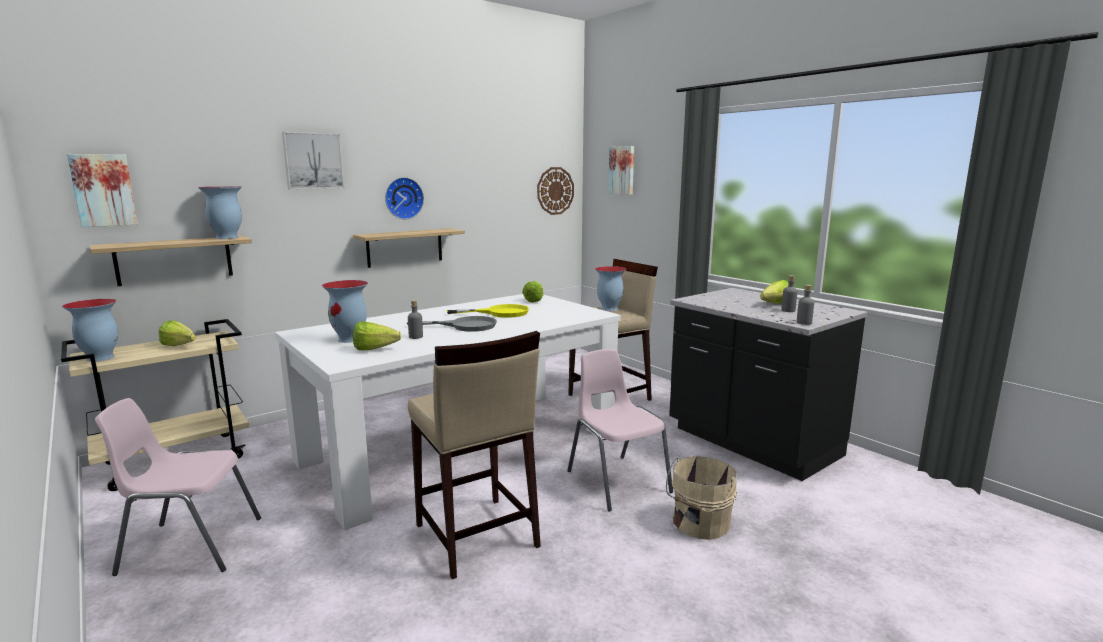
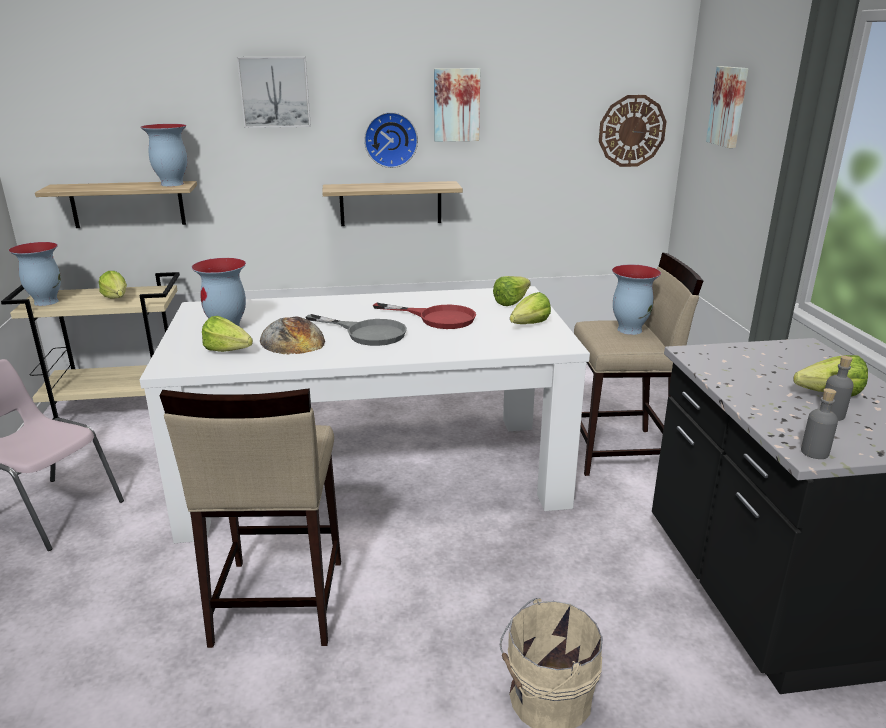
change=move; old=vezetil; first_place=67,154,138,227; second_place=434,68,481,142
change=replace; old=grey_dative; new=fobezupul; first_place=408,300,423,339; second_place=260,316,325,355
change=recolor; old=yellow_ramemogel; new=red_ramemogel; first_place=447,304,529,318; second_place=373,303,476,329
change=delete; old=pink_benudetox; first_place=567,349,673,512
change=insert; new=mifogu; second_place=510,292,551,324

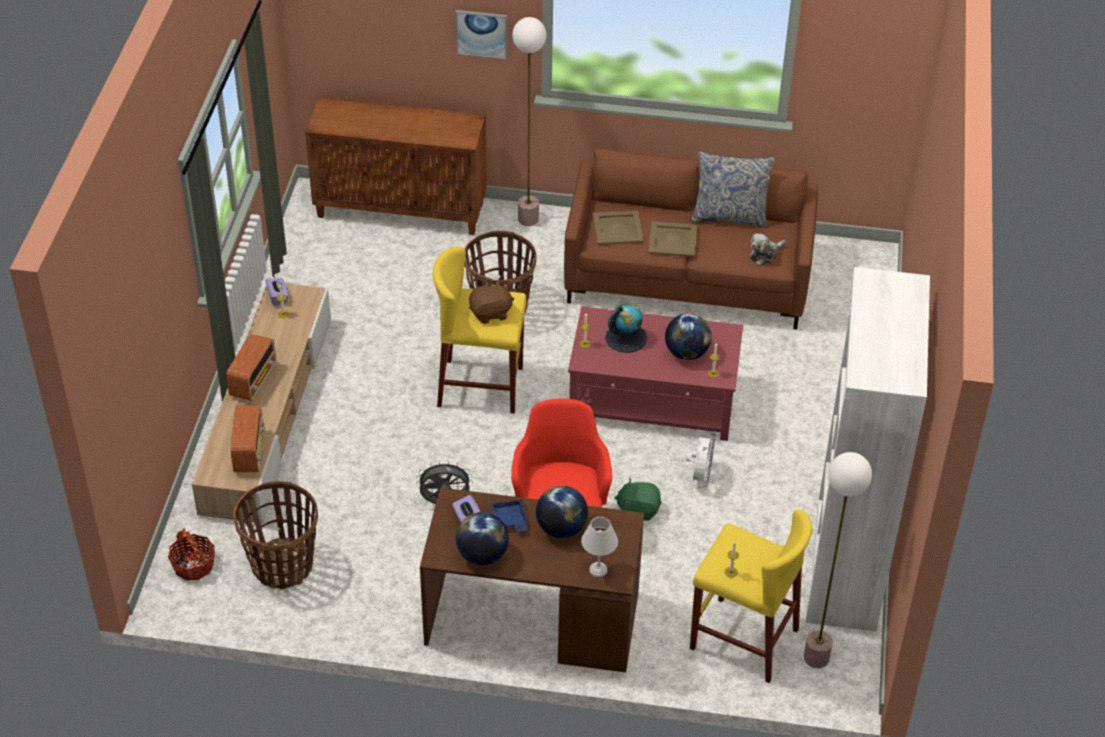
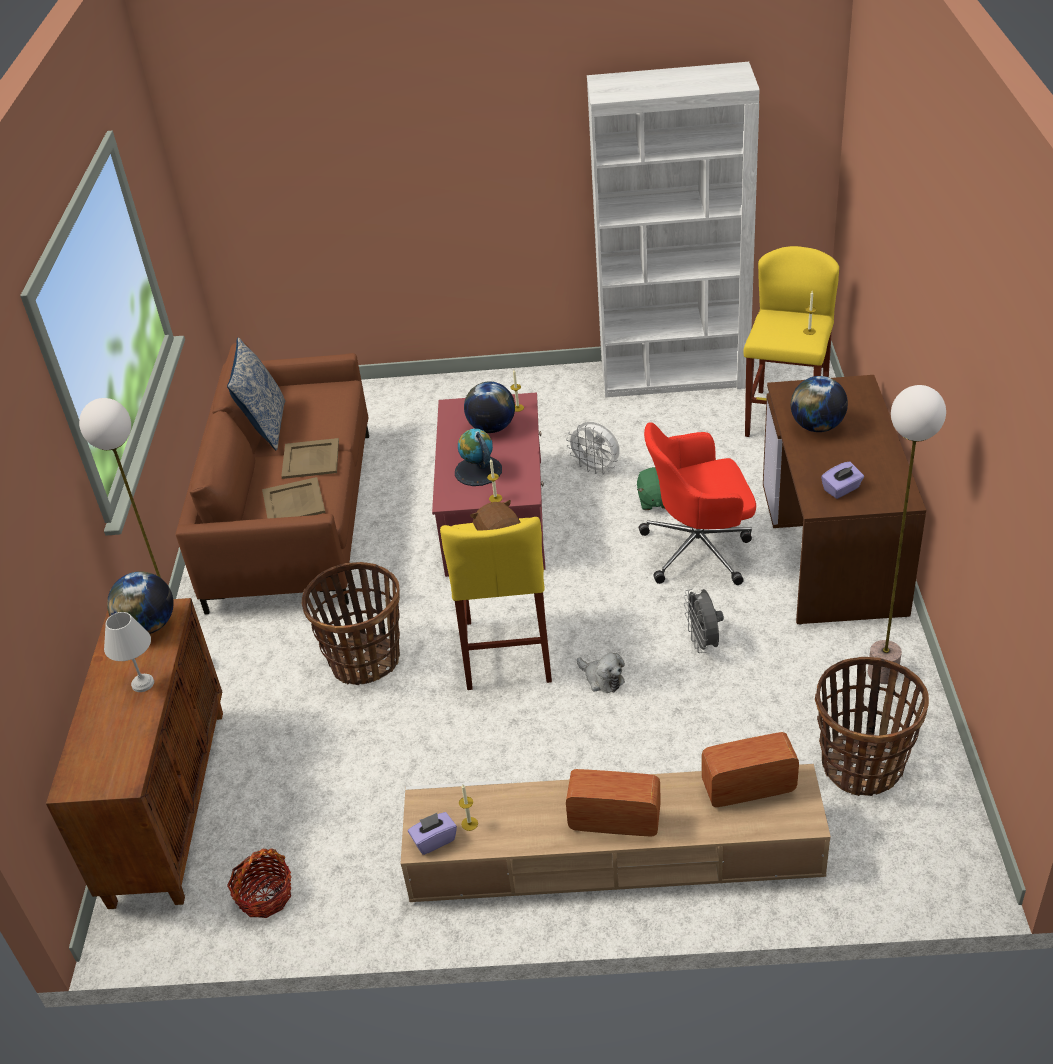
change=delete; old=vezetil; first_place=456,10,507,59
change=move; old=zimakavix; first_place=750,233,786,266; second_place=577,653,625,693
change=rotate; old=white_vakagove; first_place=686,434,715,487; second_place=566,422,620,474; degrees=-150
change=move; old=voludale; first_place=804,452,872,668; second_place=868,385,946,684
change=delete; old=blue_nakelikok; first_place=491,497,528,532
change=move; old=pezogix; first_place=456,512,509,565; second_place=107,571,174,634
change=move; old=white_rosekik; first_place=581,517,618,577; second_place=104,612,154,692
change=move; old=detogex; first_place=168,529,215,580; second_place=227,848,291,918

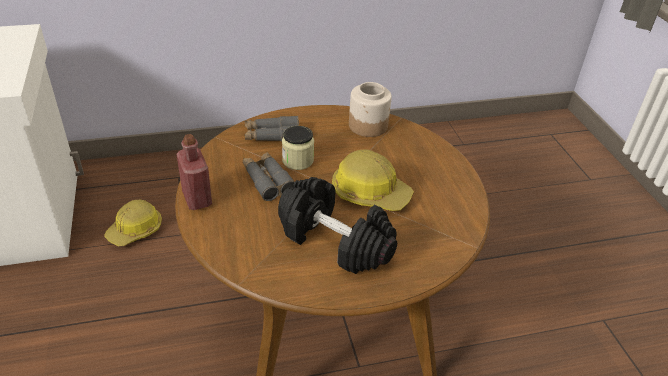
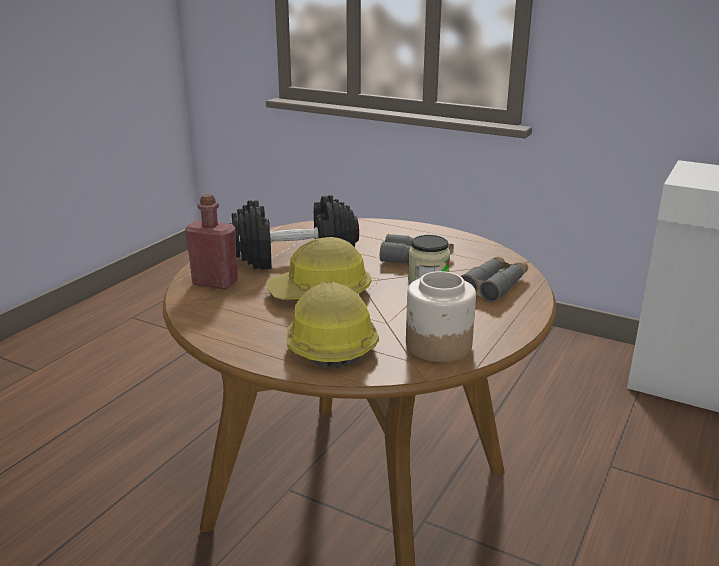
change=move; old=red_dative; first_place=176,134,212,210; second_place=185,194,238,289
change=move; old=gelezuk; first_place=104,200,162,247; second_place=287,282,379,368

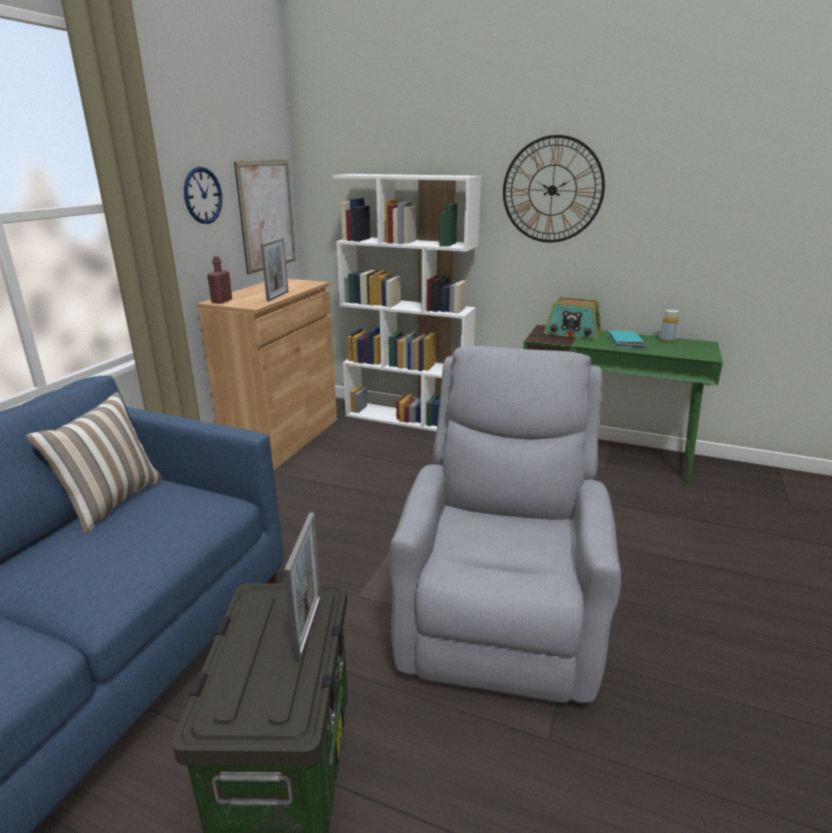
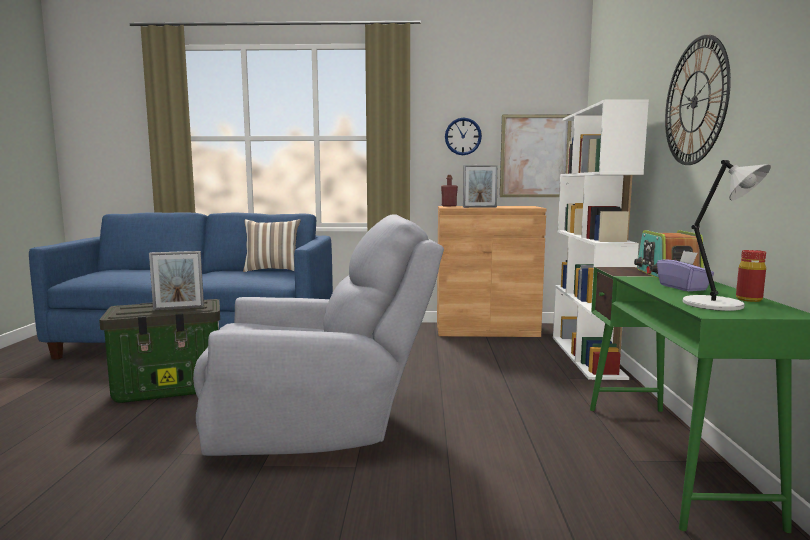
change=recolor; old=yellow_dative; new=red_dative; first_place=660,309,679,342; second_place=736,250,766,302
change=replace; old=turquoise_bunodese; new=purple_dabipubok; first_place=608,330,647,349; second_place=657,251,714,291
change=insert; new=grey_rosekik; second_place=683,160,771,311

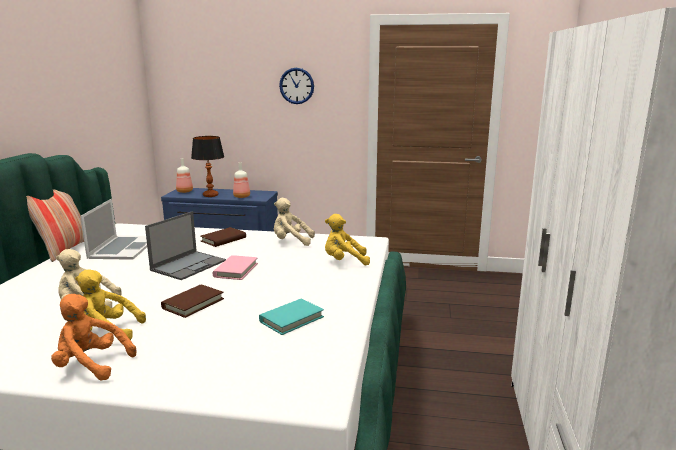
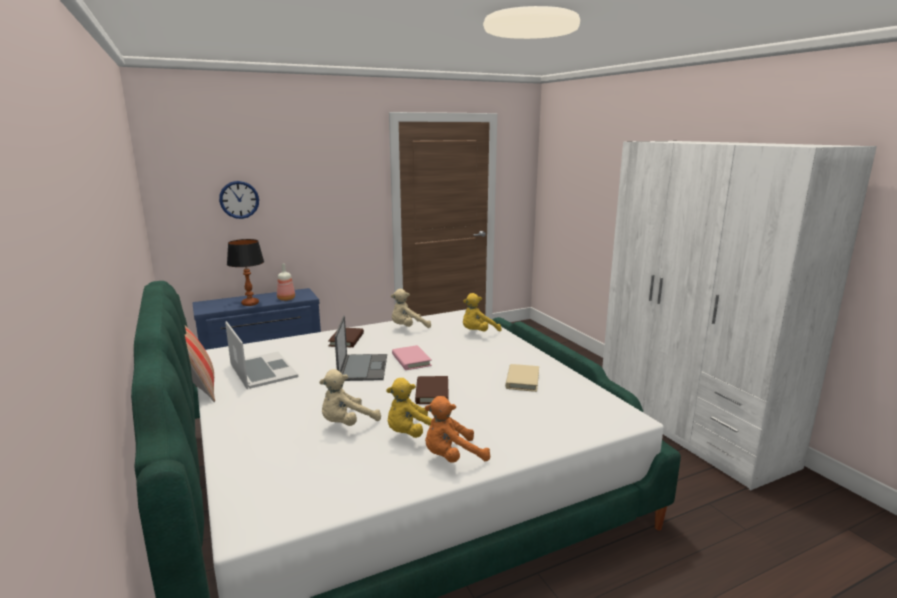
change=move; old=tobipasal; first_place=279,68,314,104; second_place=219,181,259,219
change=delete; old=dative; first_place=176,158,193,193
change=recolor; old=turquoise_bunodese; new=beige_bunodese; first_place=259,299,324,335; second_place=505,364,539,392

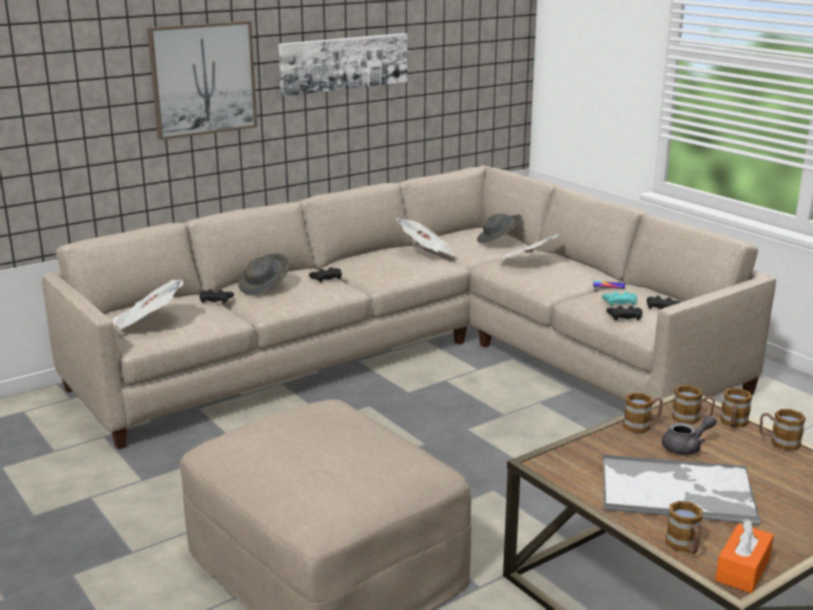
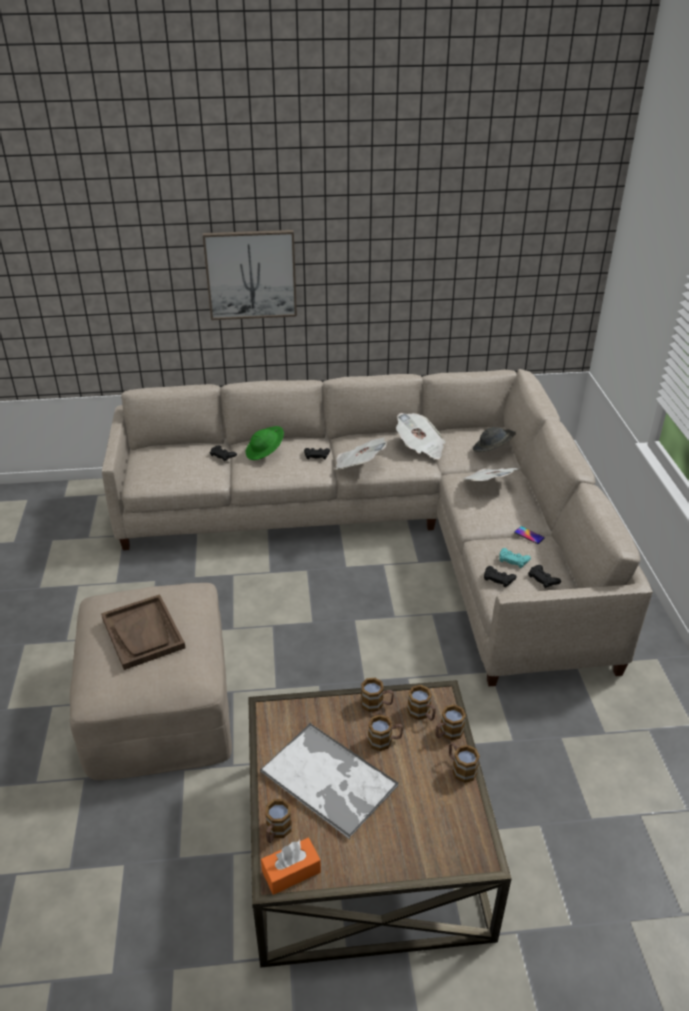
change=delete; old=vezetil; first_place=278,33,407,96
change=recolor; old=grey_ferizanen; new=green_ferizanen; first_place=238,253,289,295; second_place=246,426,284,460
change=move; old=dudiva; first_place=112,279,183,331; second_place=335,438,387,470
change=replace; old=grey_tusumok; new=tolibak; first_place=662,415,716,455; second_place=368,714,403,751
change=insert; new=brown_nakelikok; second_place=101,594,185,670

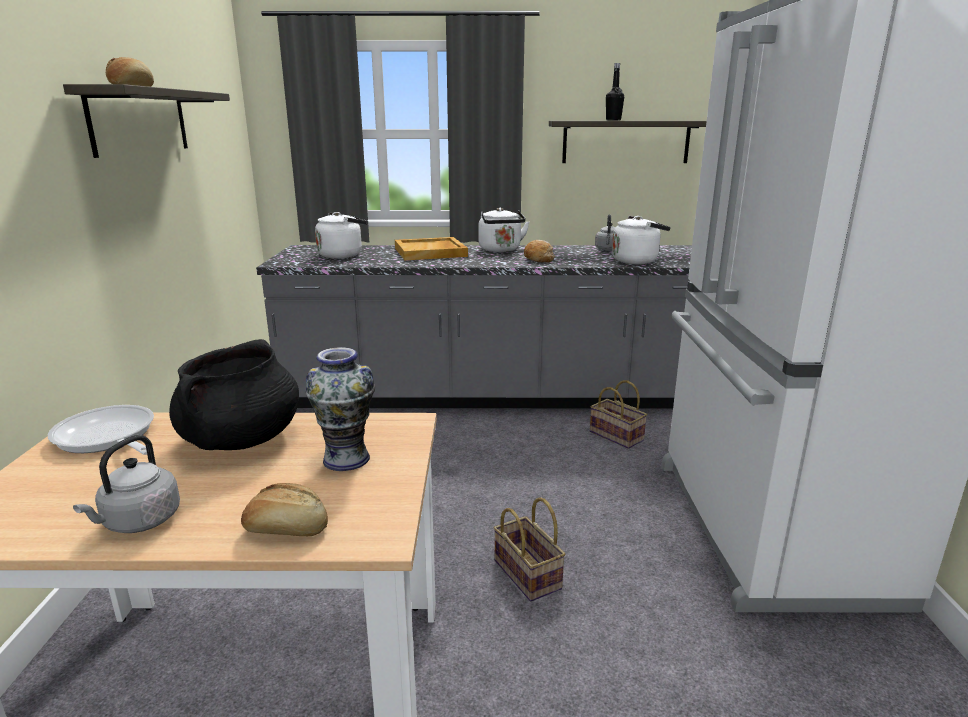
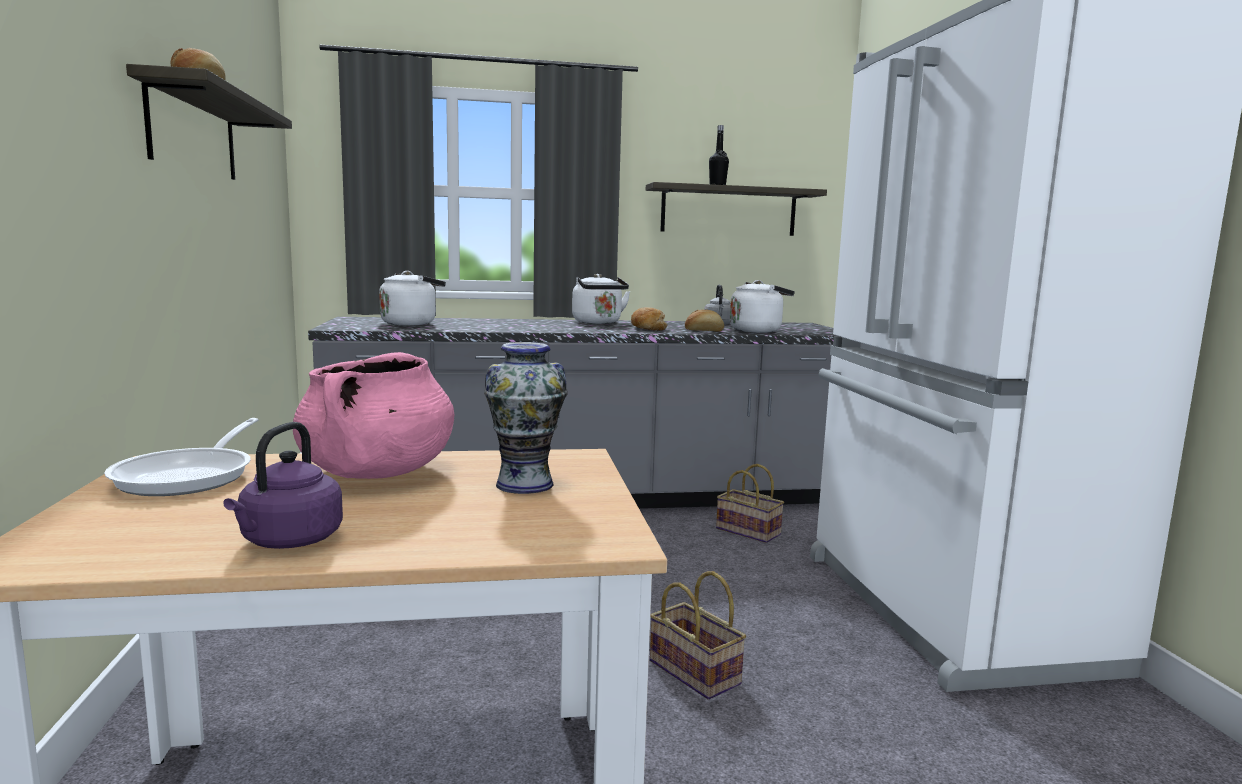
change=delete; old=beige_nakelikok; first_place=395,237,468,260
change=recolor; old=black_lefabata; new=pink_lefabata; first_place=169,339,299,450; second_place=293,352,454,479
change=rotate; old=ramemogel; first_place=48,405,154,455; second_place=104,418,259,496; degrees=-120
change=recolor; old=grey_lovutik; new=purple_lovutik; first_place=73,435,180,533; second_place=223,422,343,549
change=move; old=fobezupul; first_place=241,483,328,536; second_place=685,310,724,332

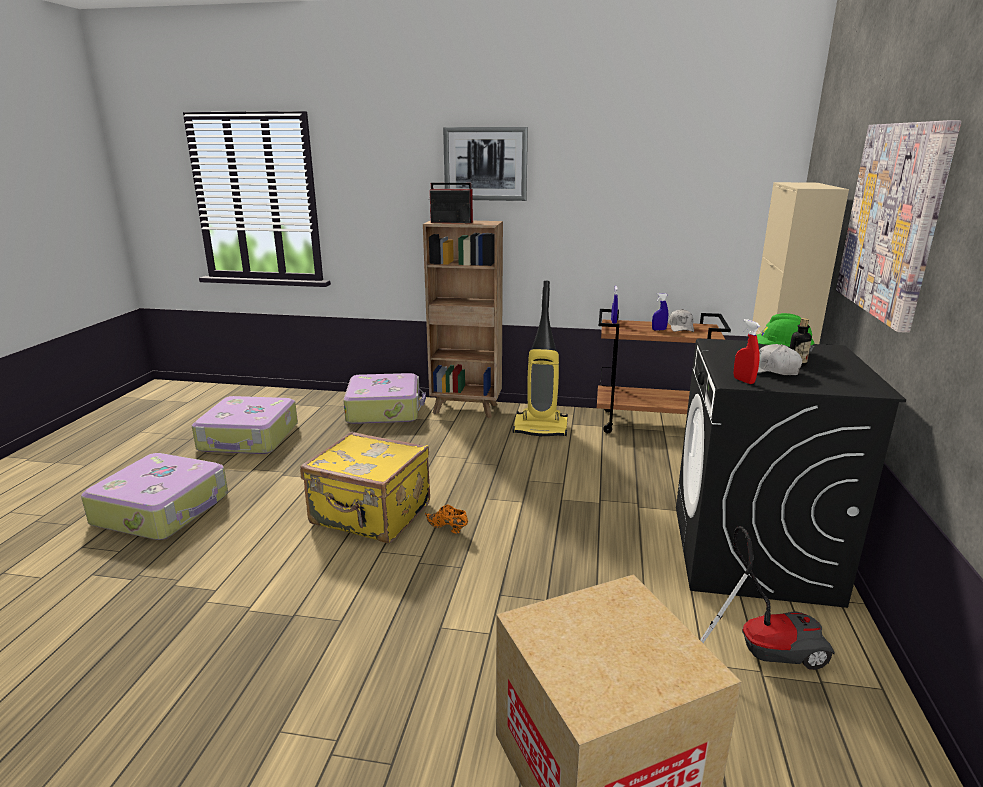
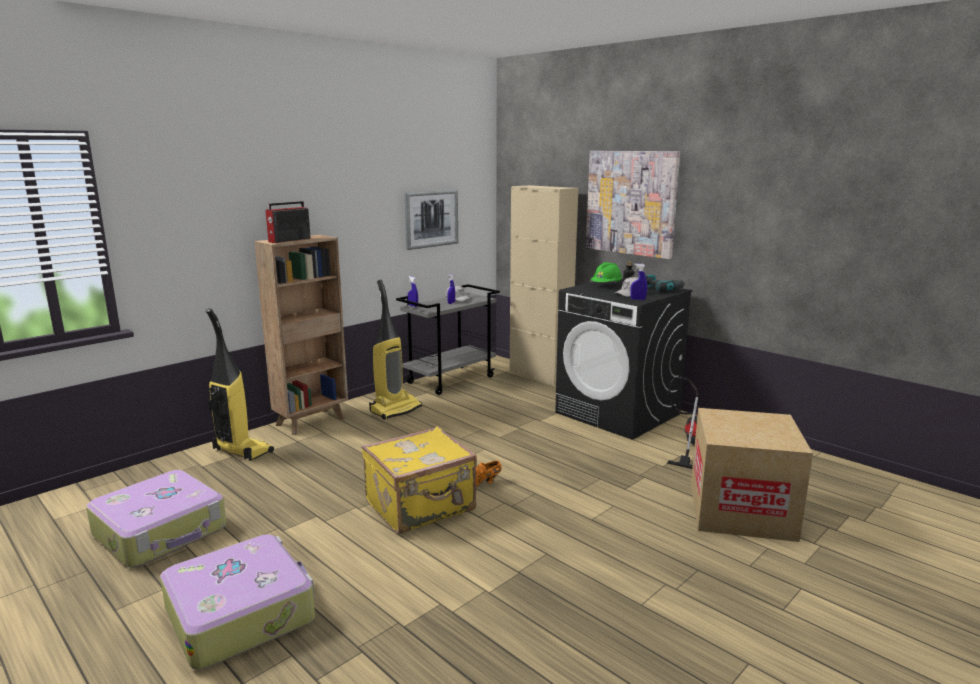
change=move; old=vezetil; first_place=443,127,528,201; second_place=404,190,458,250
change=recolor; old=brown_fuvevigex; new=grey_fuvevigex; first_place=597,309,731,433; second_place=396,284,500,395
change=recolor; old=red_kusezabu; new=blue_kusezabu; first_place=734,319,760,384; second_place=631,263,647,300
change=replace; old=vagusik; new=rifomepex; first_place=343,373,426,424; second_place=206,308,274,461
change=insert; new=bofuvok; second_place=645,275,686,292

